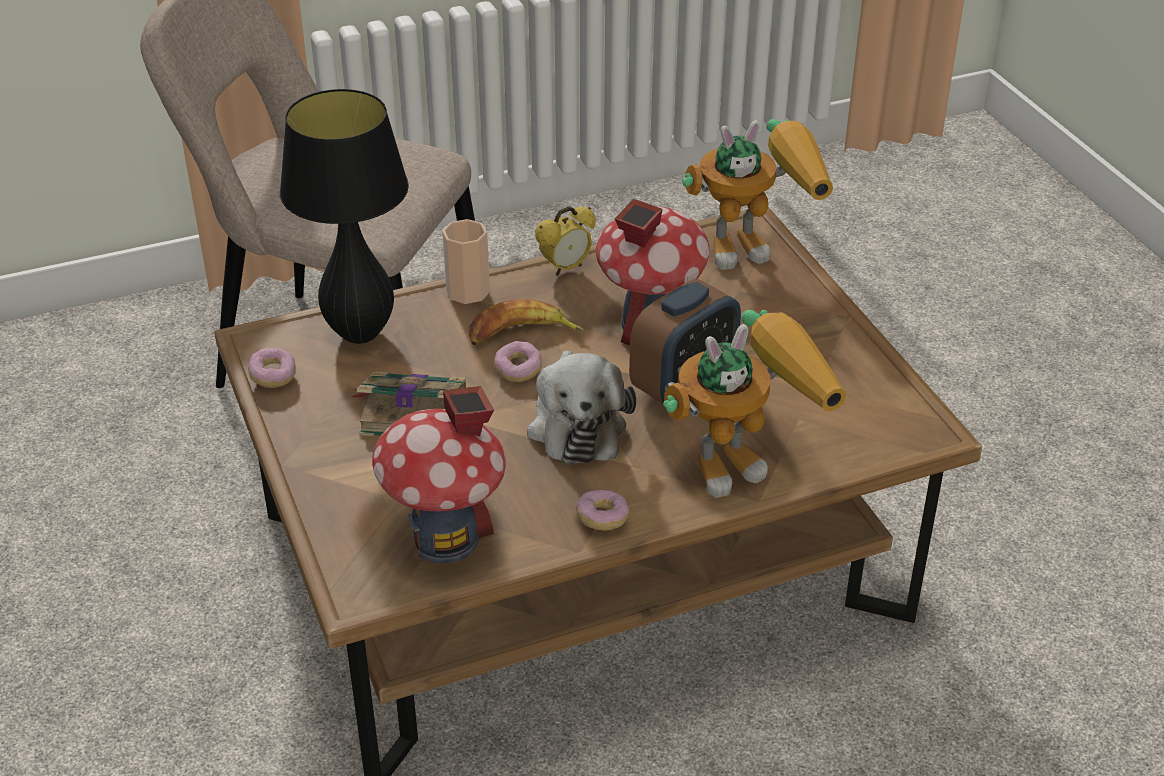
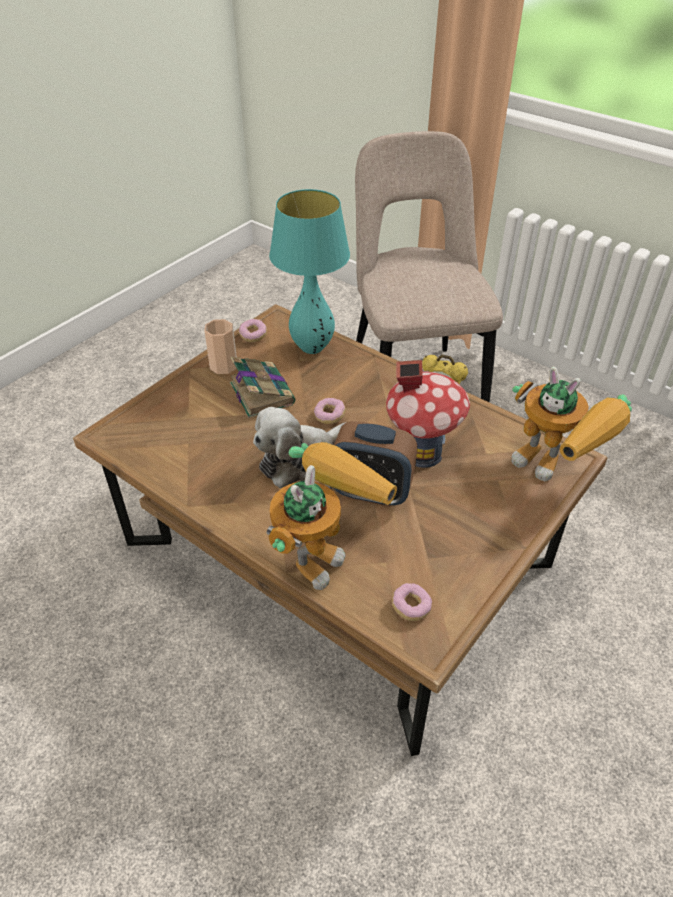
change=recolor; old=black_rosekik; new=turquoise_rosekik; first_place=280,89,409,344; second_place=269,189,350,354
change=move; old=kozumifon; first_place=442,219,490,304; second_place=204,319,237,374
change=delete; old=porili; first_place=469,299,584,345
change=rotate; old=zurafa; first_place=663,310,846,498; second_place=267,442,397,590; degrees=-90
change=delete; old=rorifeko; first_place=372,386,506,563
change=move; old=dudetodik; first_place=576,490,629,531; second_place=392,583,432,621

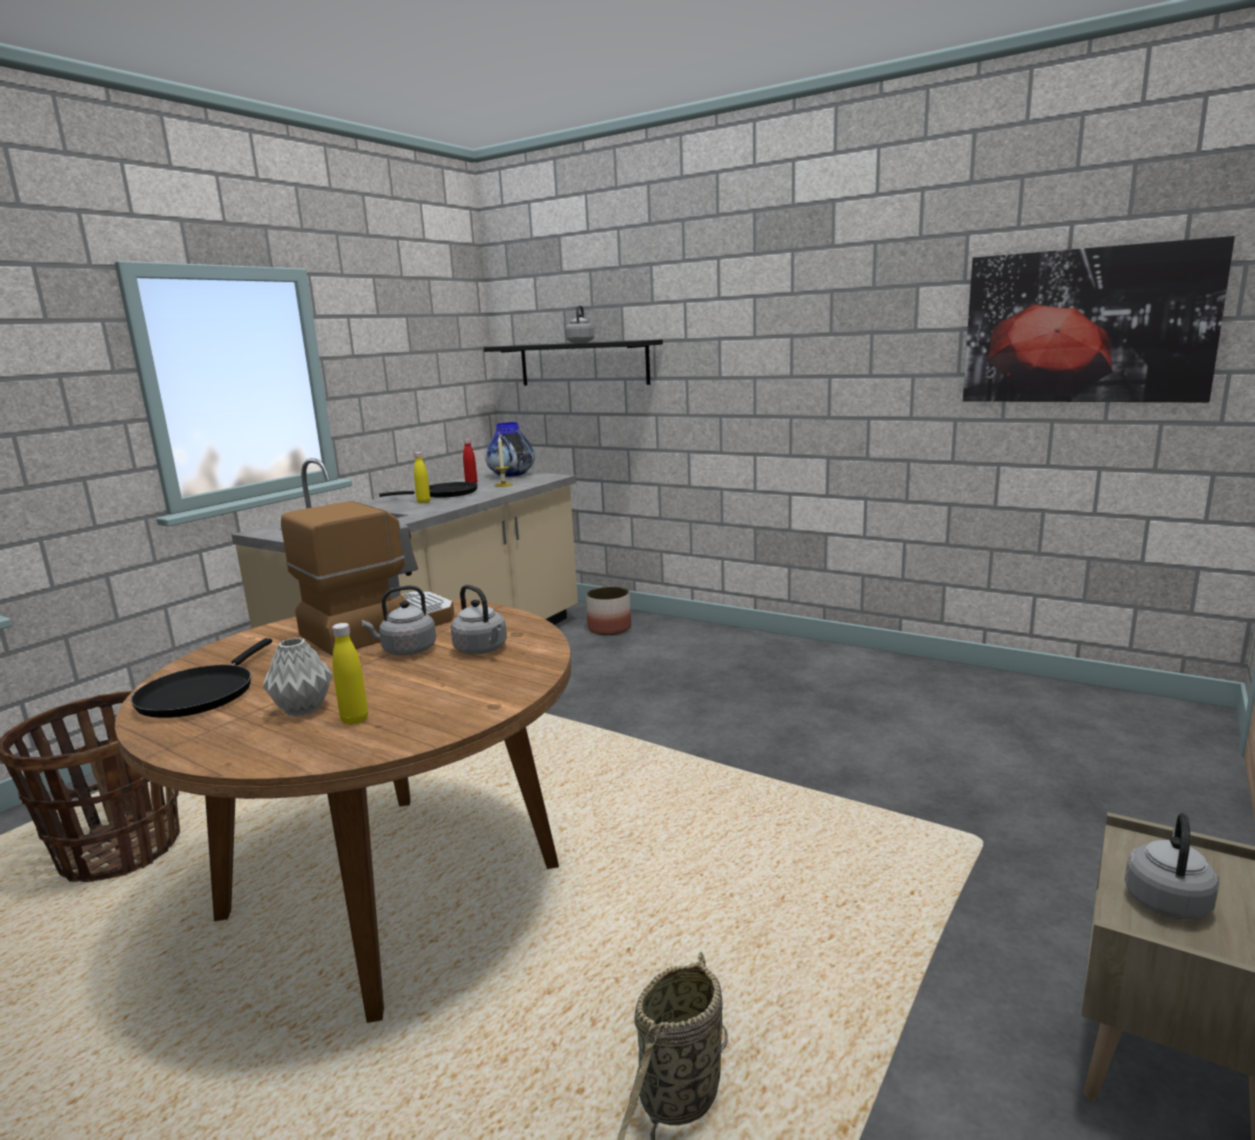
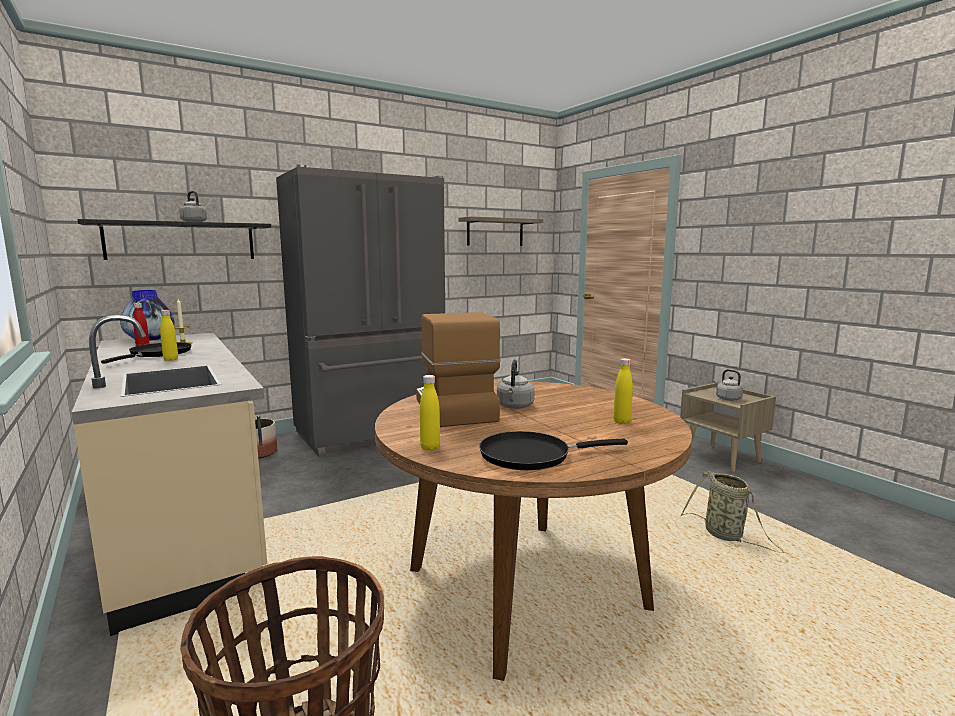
change=replace; old=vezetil; new=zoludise; first_place=963,236,1235,402; second_place=458,216,543,246
change=delete; old=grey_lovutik; first_place=451,585,507,654
change=rotate; old=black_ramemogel; first_place=131,638,272,718; second_place=479,431,628,470; degrees=135
change=delete; old=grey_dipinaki; first_place=263,638,332,717
change=insert; new=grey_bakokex; second_place=276,164,445,457
change=insert; new=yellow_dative; second_place=420,375,440,451

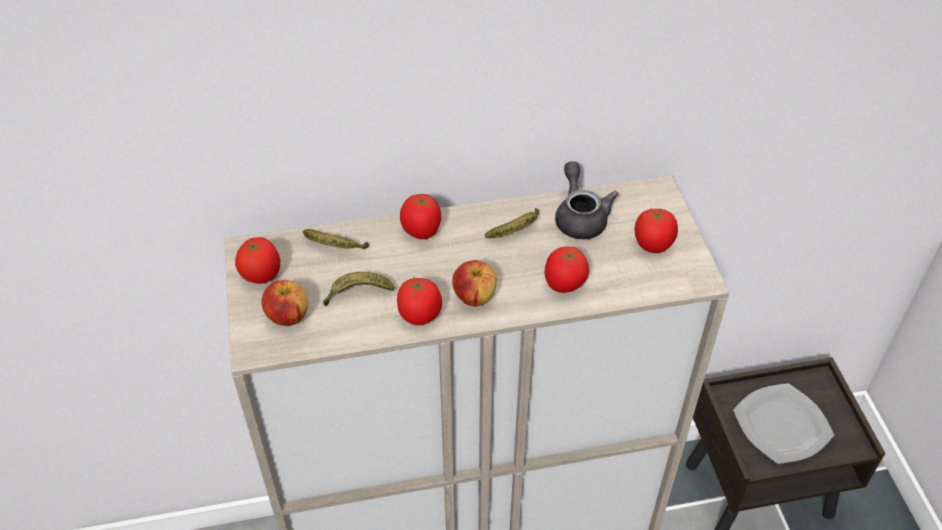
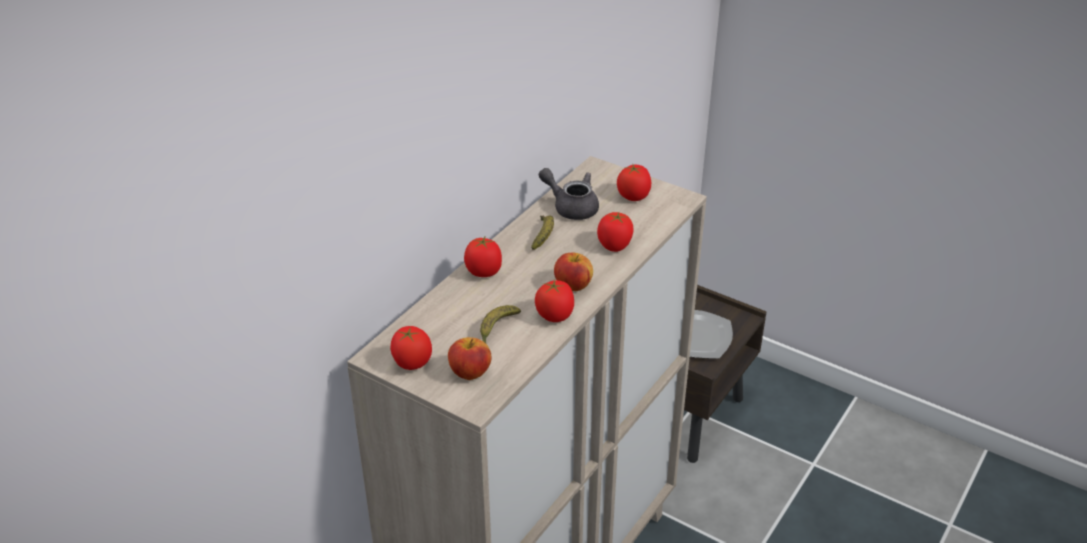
change=delete; old=porili; first_place=303,229,369,249

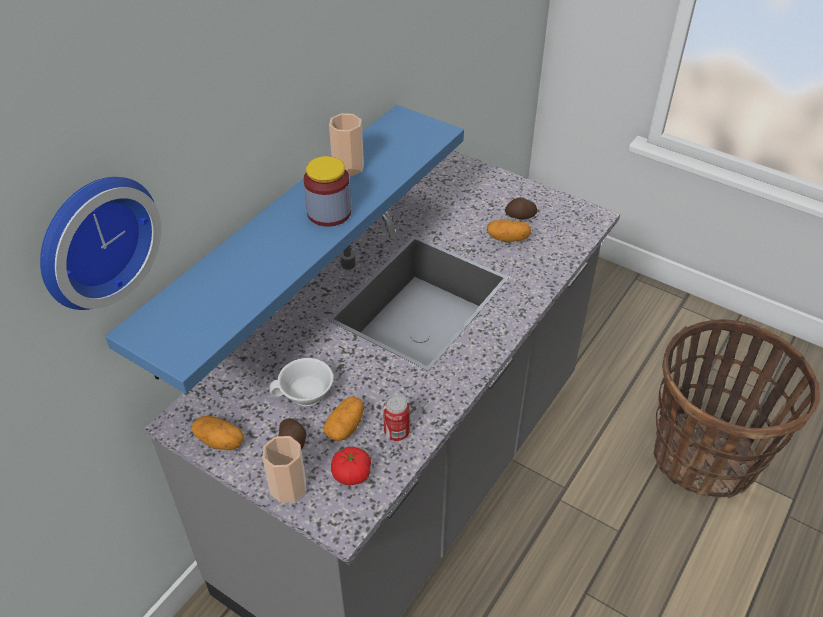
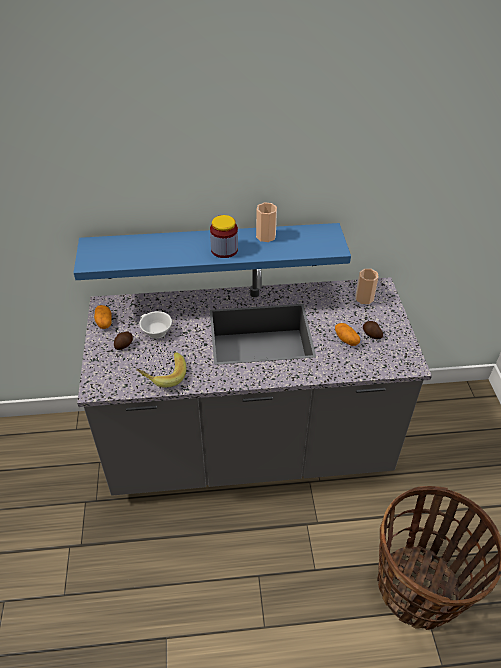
change=delete; old=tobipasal; first_place=40,177,161,310
change=replace; old=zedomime; new=porili; first_place=383,395,410,441; second_place=136,352,186,388
change=delete; old=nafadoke; first_place=323,396,364,441
change=move; old=kozumifon; first_place=263,436,306,503; second_place=355,269,378,304
change=delete; old=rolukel; first_place=331,447,371,486

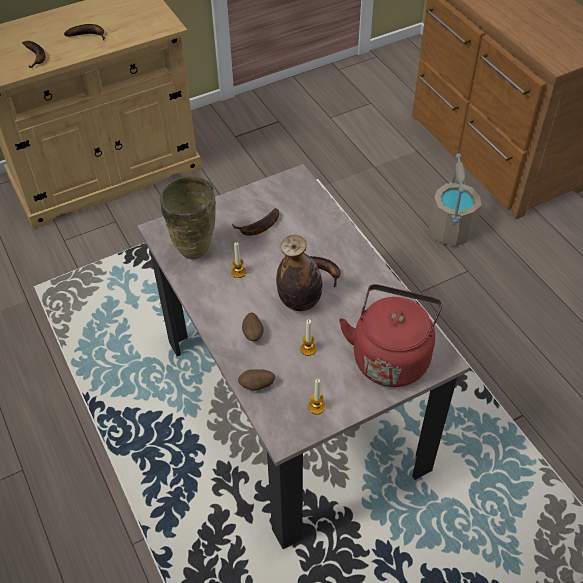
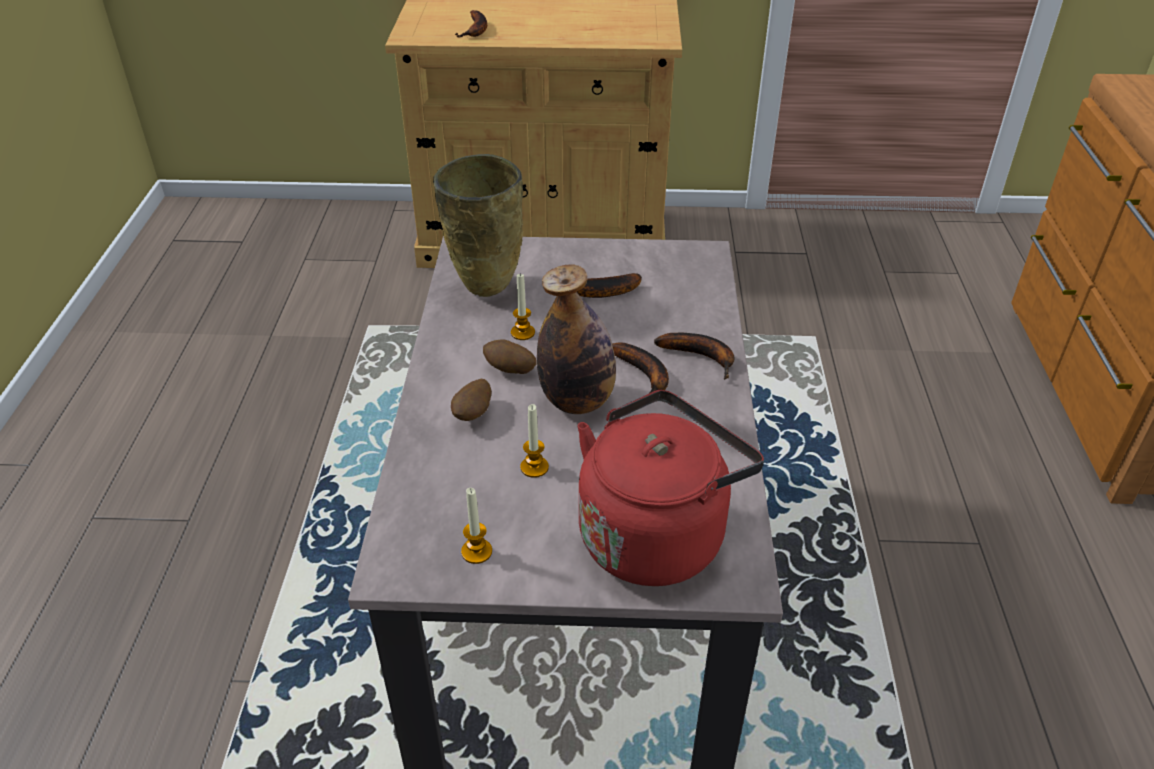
change=move; old=porili; first_place=64,24,105,40; second_place=654,333,734,380
change=delete; old=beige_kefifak; first_place=429,153,482,246
change=move; old=nafadoke; first_place=238,369,275,390; second_place=483,340,537,374

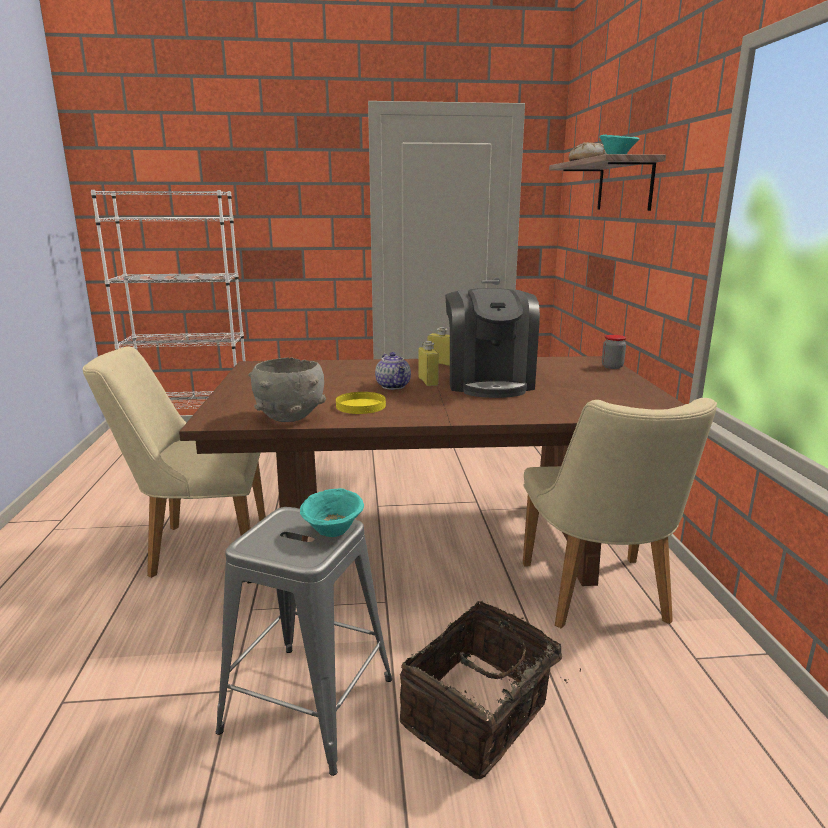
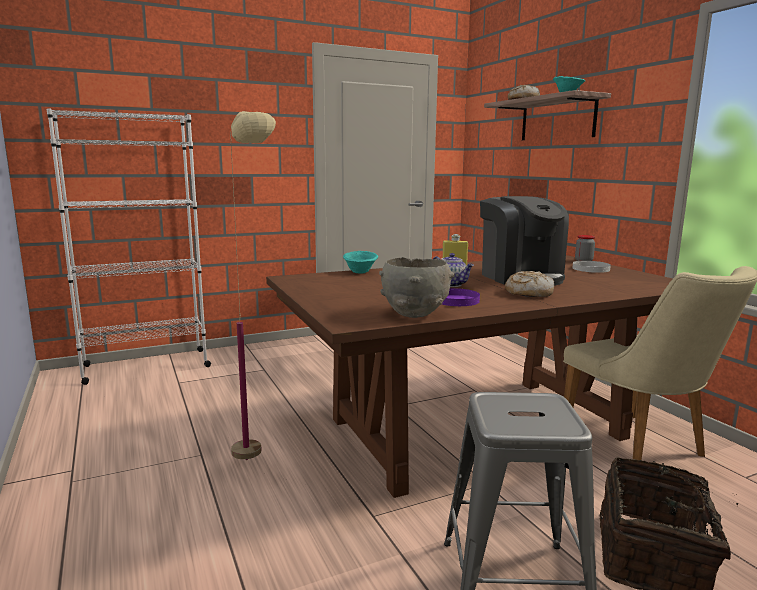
change=delete; old=yellow_dative; first_place=418,341,439,386
change=replace; old=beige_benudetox; new=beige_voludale; first_place=82,346,266,578; second_place=230,111,276,460
change=recolor; old=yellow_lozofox; new=purple_lozofox; first_place=336,392,386,414; second_place=442,288,480,306
change=move; old=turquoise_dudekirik; first_place=300,488,364,537; second_place=343,251,378,274
change=insert; new=white_lozofox; second_place=572,261,611,273
change=insert; new=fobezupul; second_place=505,271,554,297

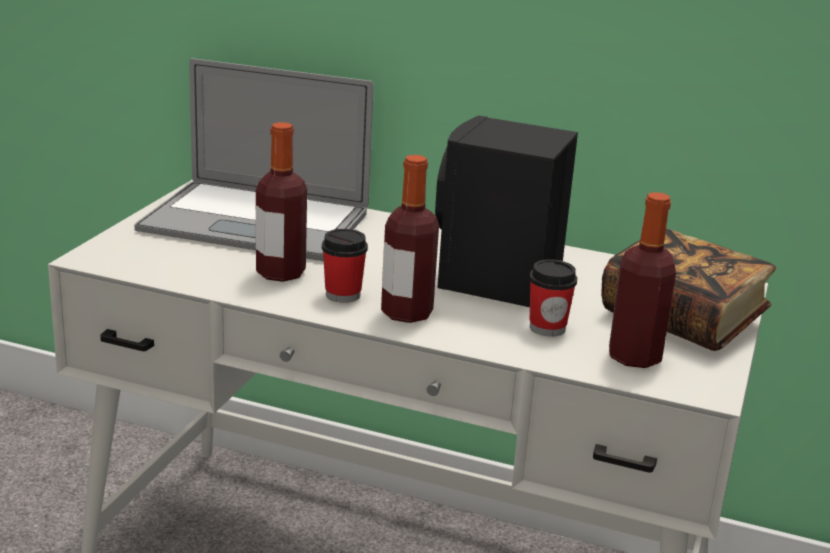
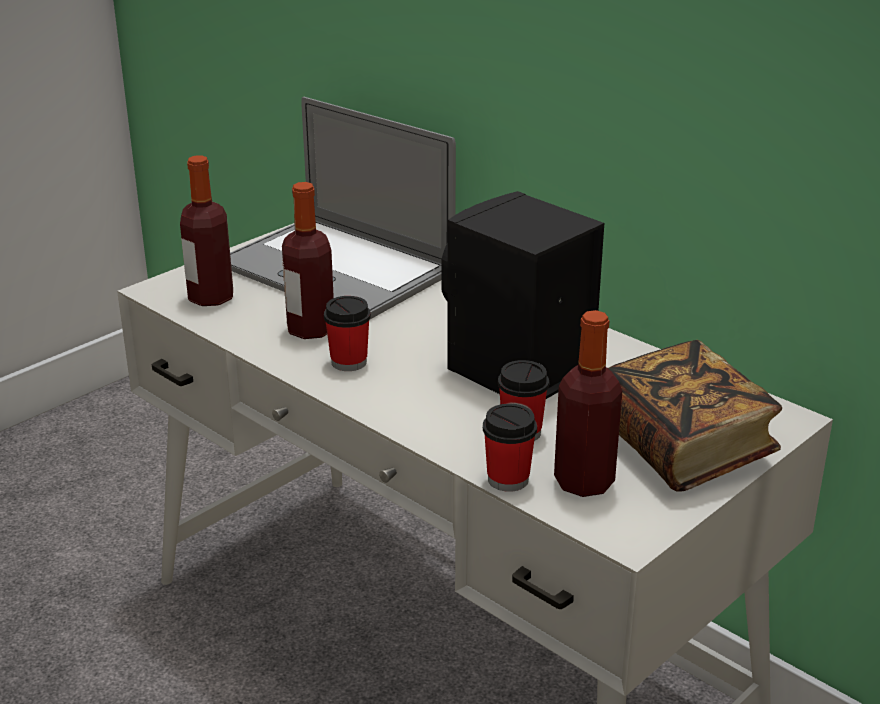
change=move; old=dative; first_place=381,155,439,323; second_place=180,155,233,306
change=insert; new=kozumifon; second_place=483,404,537,492

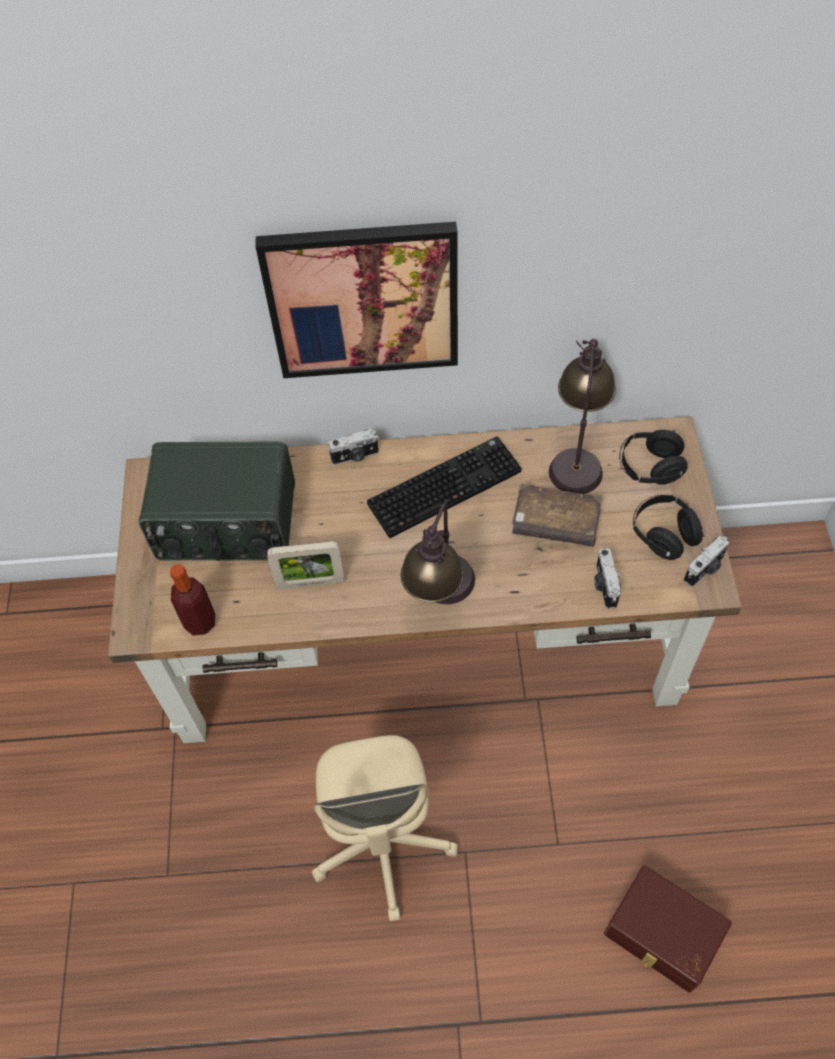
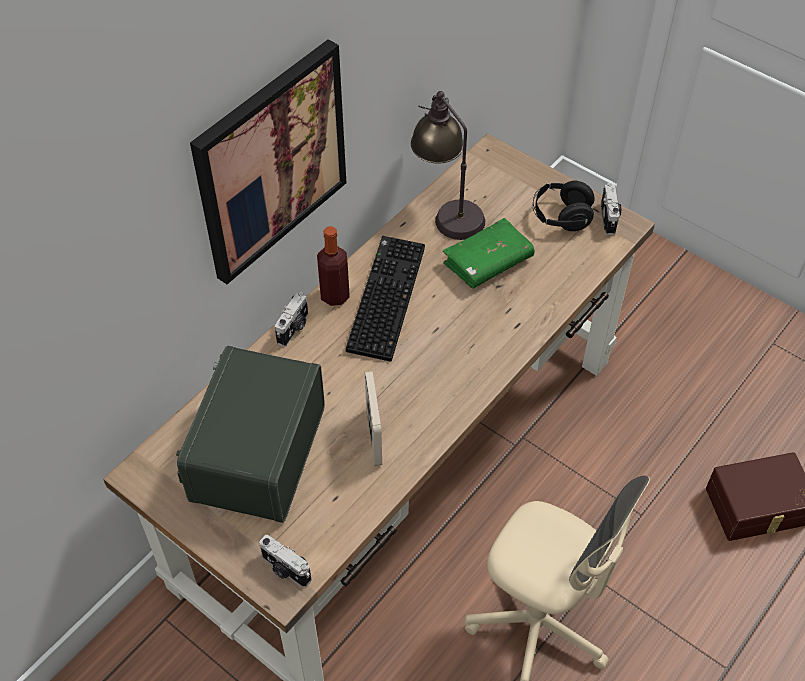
change=delete; old=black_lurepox; first_place=619,430,688,485
change=rotate; old=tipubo; first_place=139,441,295,561; second_place=176,346,325,523; degrees=150
change=recolor; old=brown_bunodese; new=green_bunodese; first_place=512,483,602,547; second_place=443,218,534,288
change=delete; old=rosekik; first_place=401,502,475,604
change=rotate; old=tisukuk; first_place=267,541,344,589; second_place=365,371,382,466; degrees=-45
change=move; old=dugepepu; first_place=594,548,621,609; second_place=259,534,311,587
change=move; old=dative; first_place=170,564,215,635; second_place=317,226,350,306

